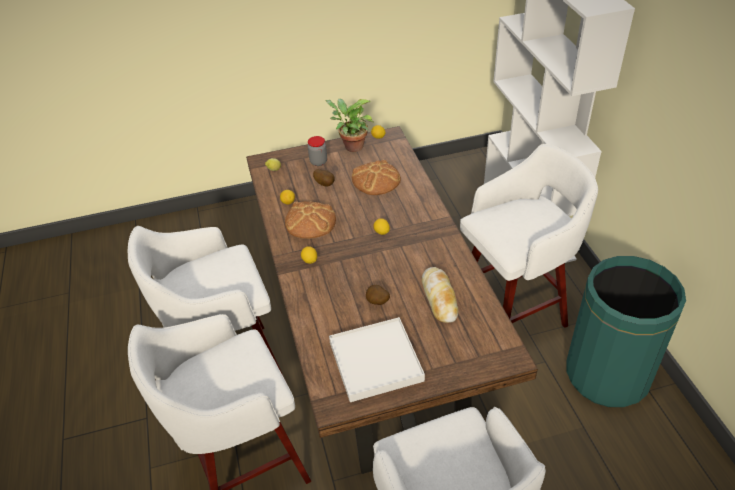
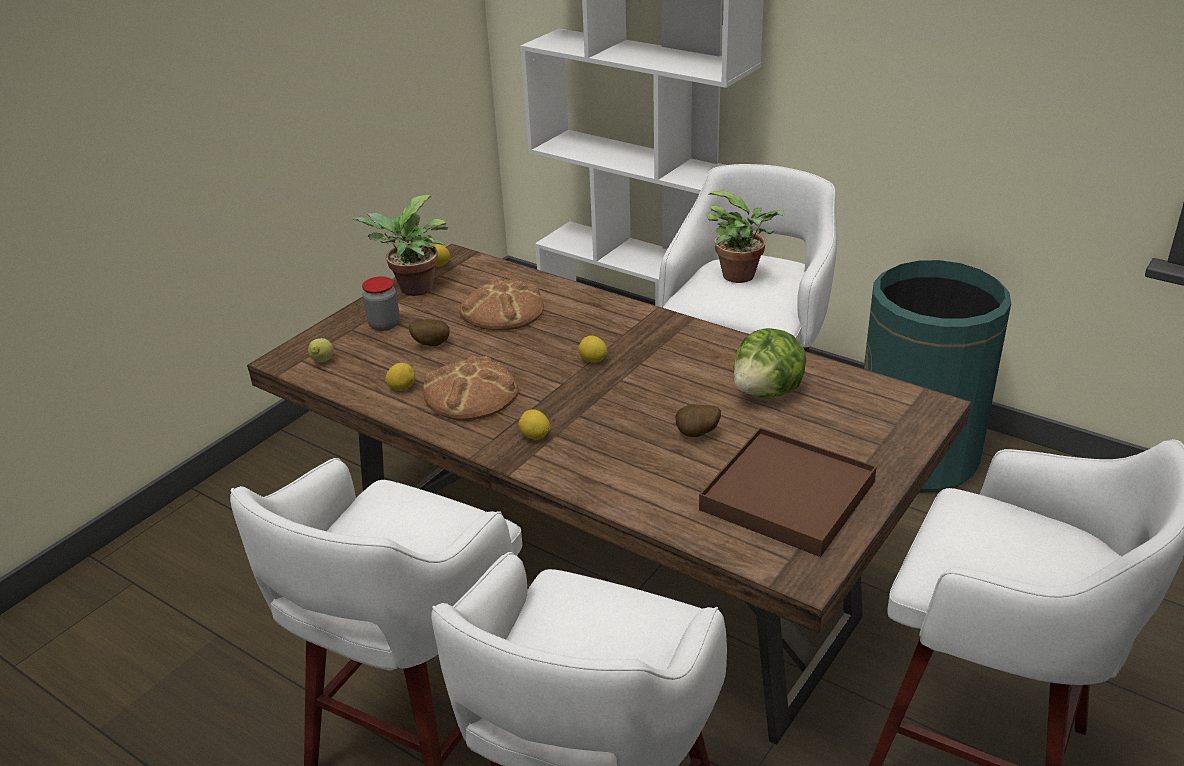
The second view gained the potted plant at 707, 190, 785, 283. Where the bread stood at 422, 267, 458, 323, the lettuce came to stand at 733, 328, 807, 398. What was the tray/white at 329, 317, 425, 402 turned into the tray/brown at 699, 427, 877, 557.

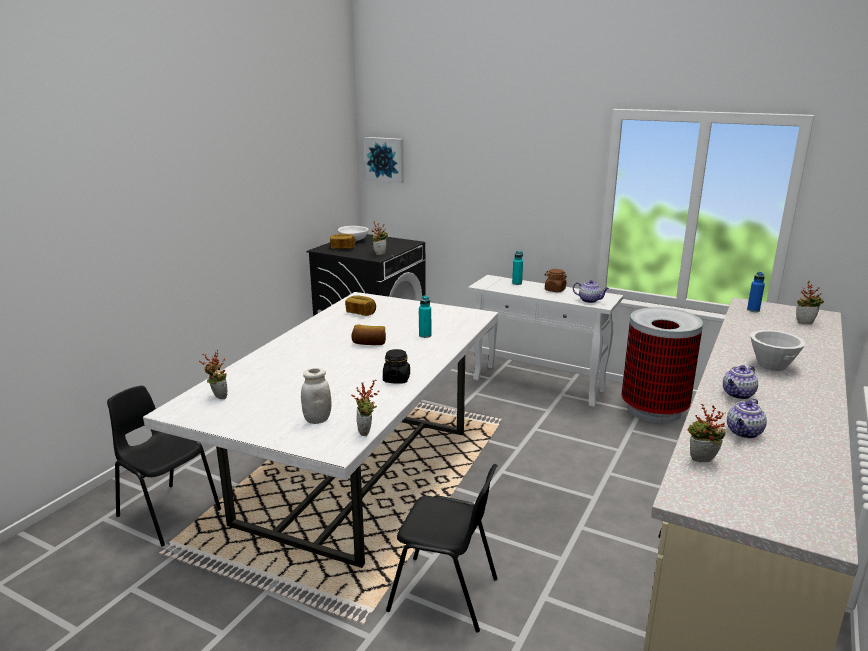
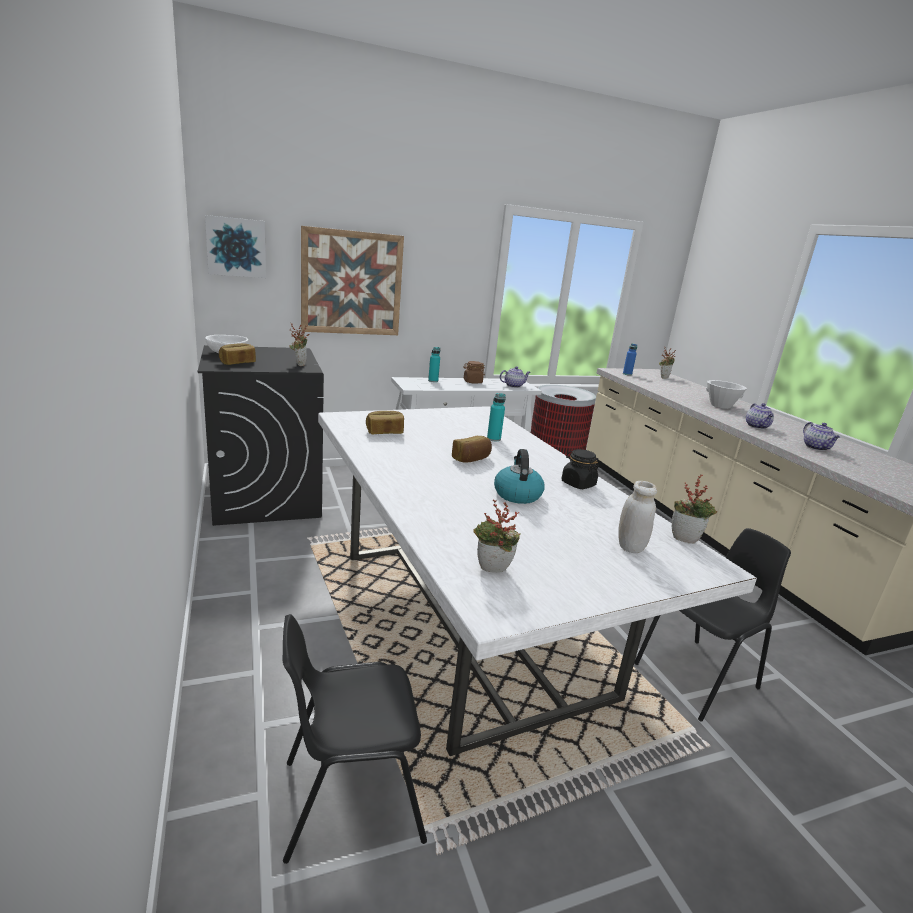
The second view lost the potted plant at 688, 403, 726, 462. The second view gained the picture at 301, 226, 404, 335. The second view gained the kettle at 494, 449, 545, 504.

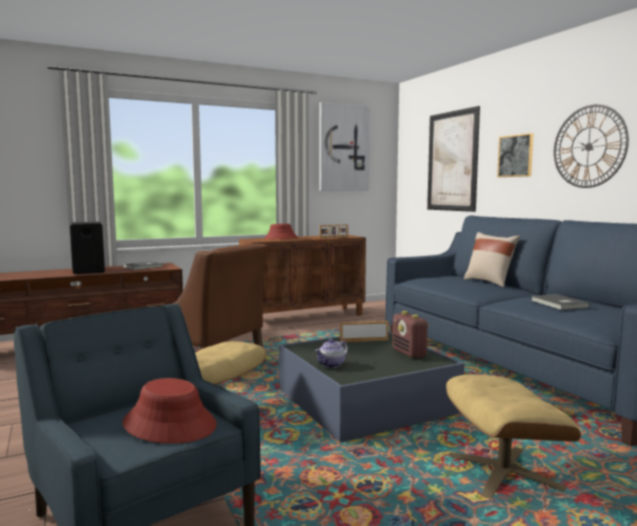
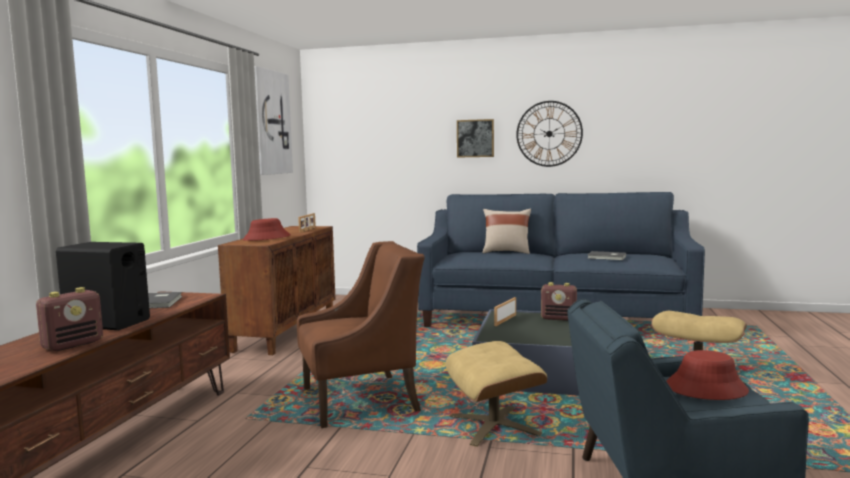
The second view lost the teapot at 315, 339, 348, 368. The second view lost the picture at 427, 106, 480, 212. The second view gained the radio at 36, 287, 103, 351.

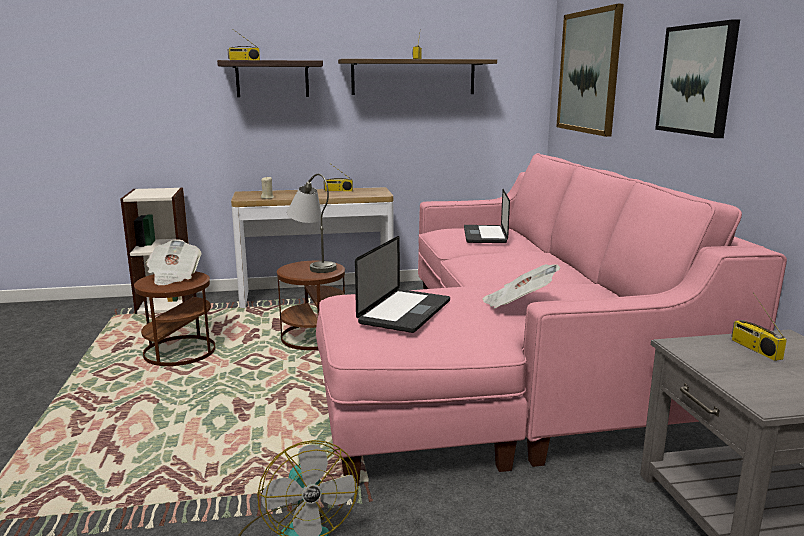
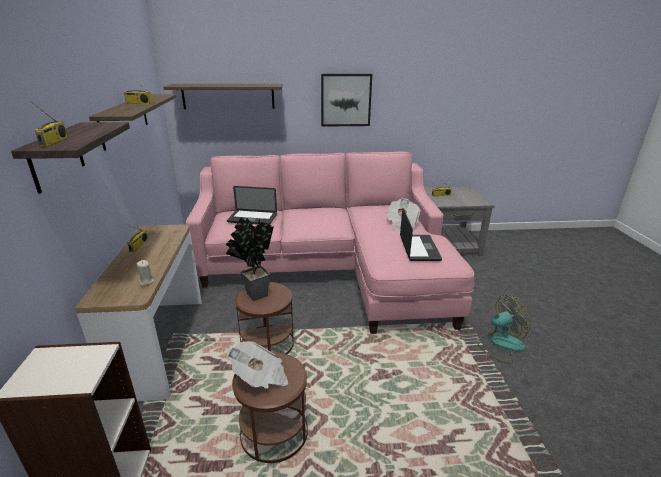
Where the table lamp/grey stood at 287, 174, 336, 273, the potted plant came to stand at 225, 218, 274, 301. Where the picture hung at 556, 4, 624, 137, the shelf came to hang at 163, 84, 282, 109. The laptop at 355, 236, 450, 333 ended up facing another way, 60 degrees clockwise from before.

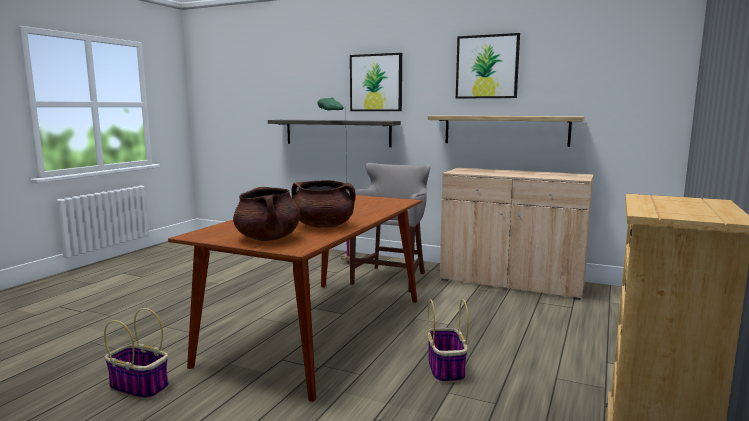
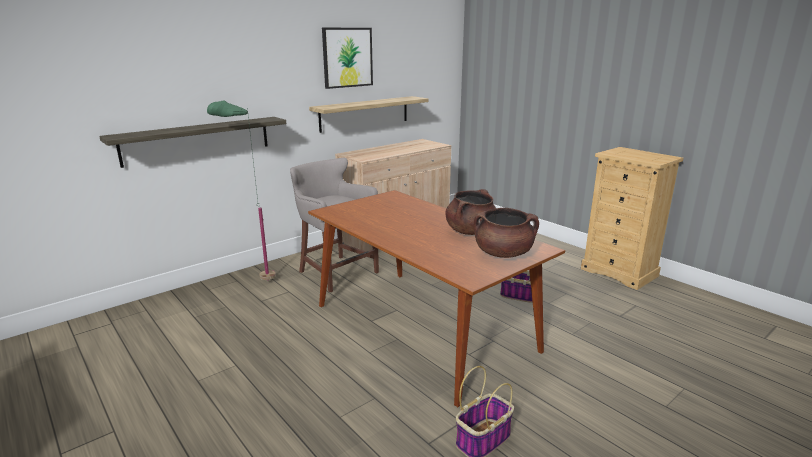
The second view lost the picture at 350, 53, 402, 111.

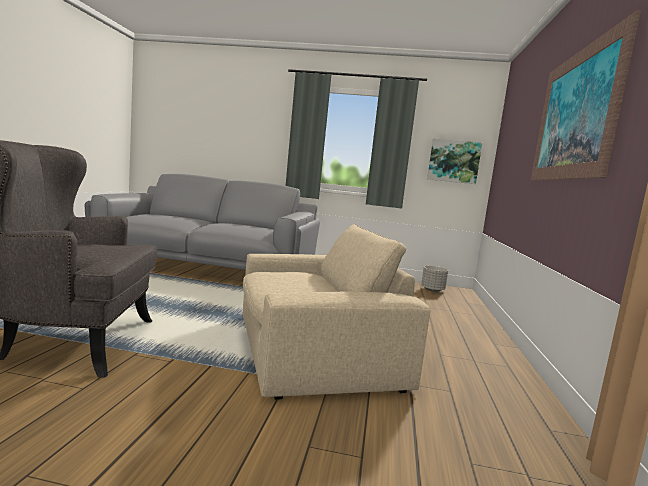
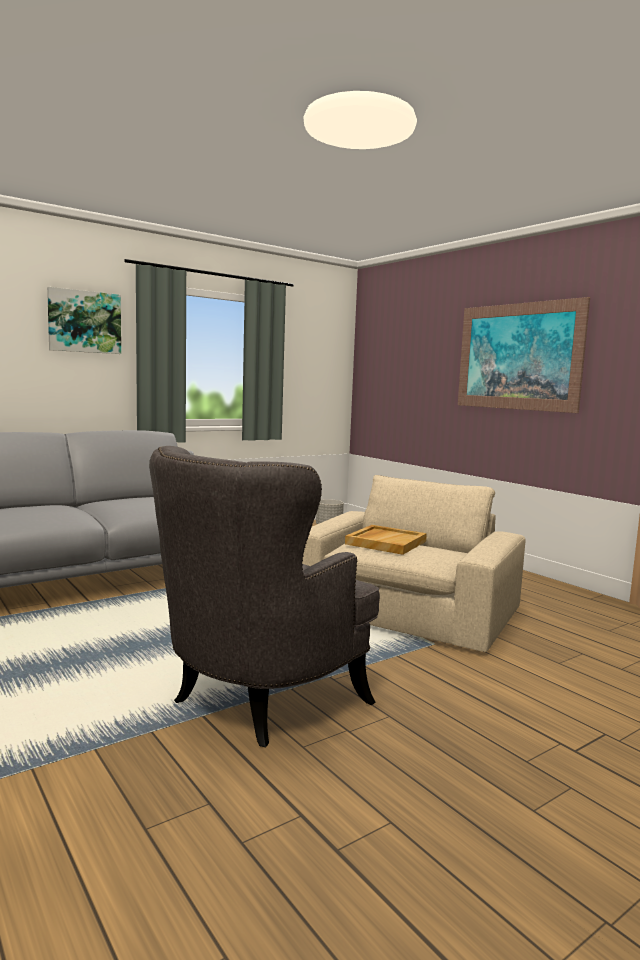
The second view gained the tray/beige at 345, 525, 427, 555. The picture ended up elsewhere, having gone from 427, 138, 482, 184 to 47, 287, 121, 354.

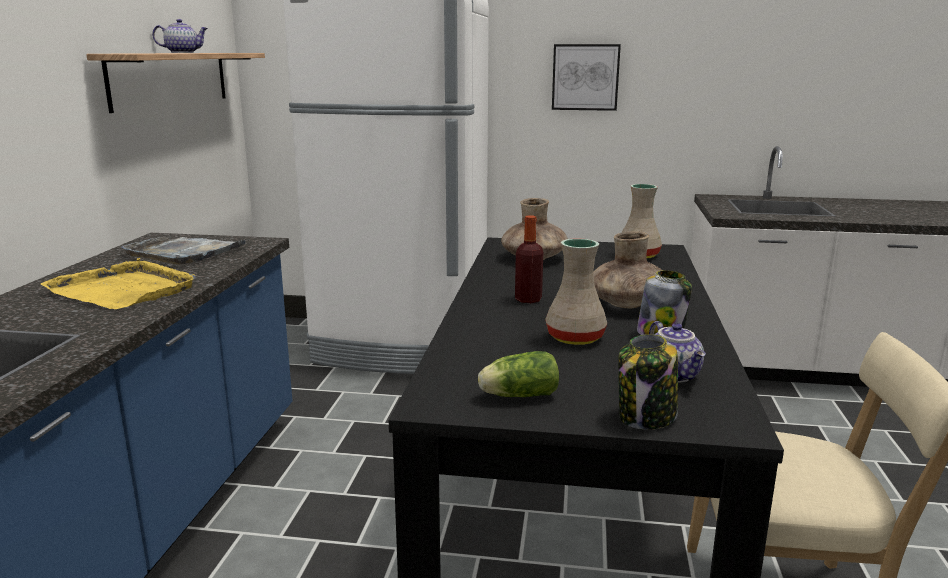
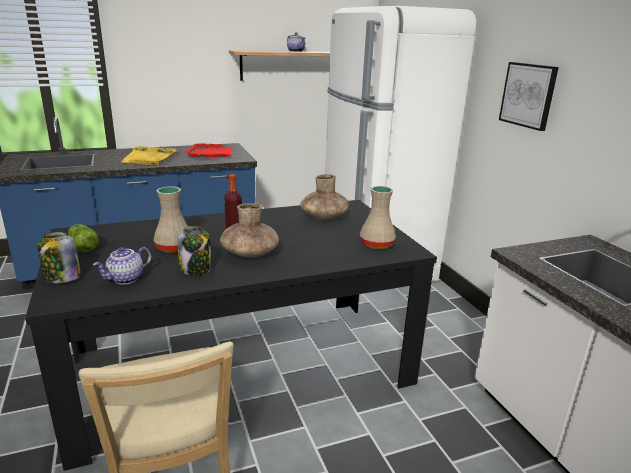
What was the tray/grey at 121, 237, 248, 265 turned into the tray/red at 185, 143, 232, 157.

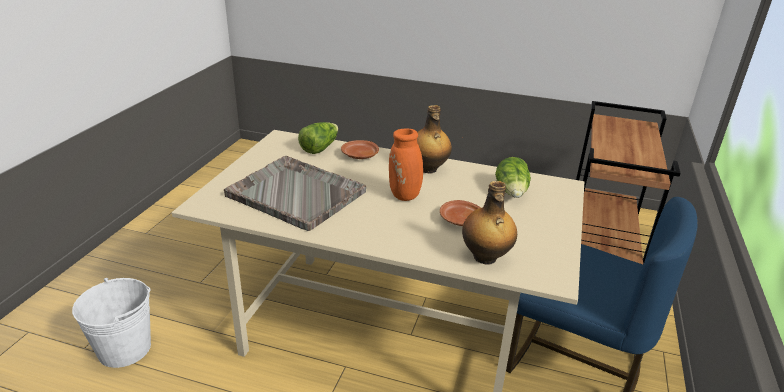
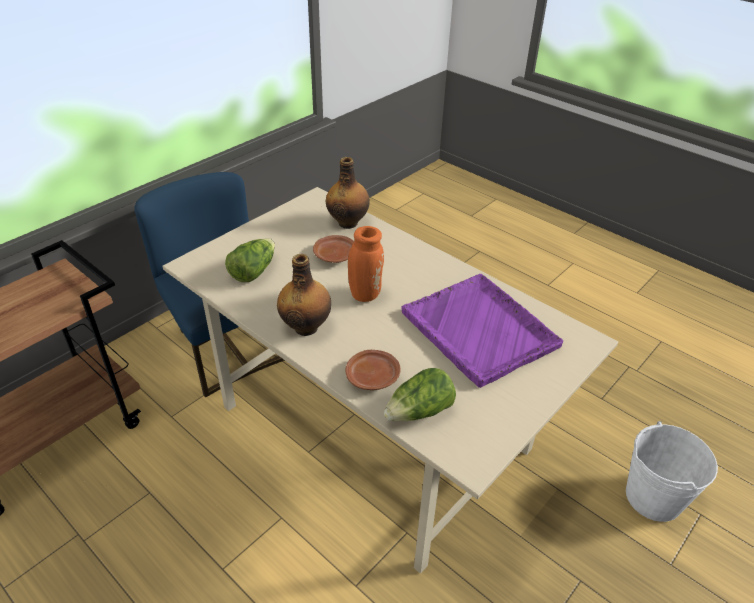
What was the tray/grey at 224, 156, 366, 231 turned into the tray/purple at 402, 274, 563, 388.

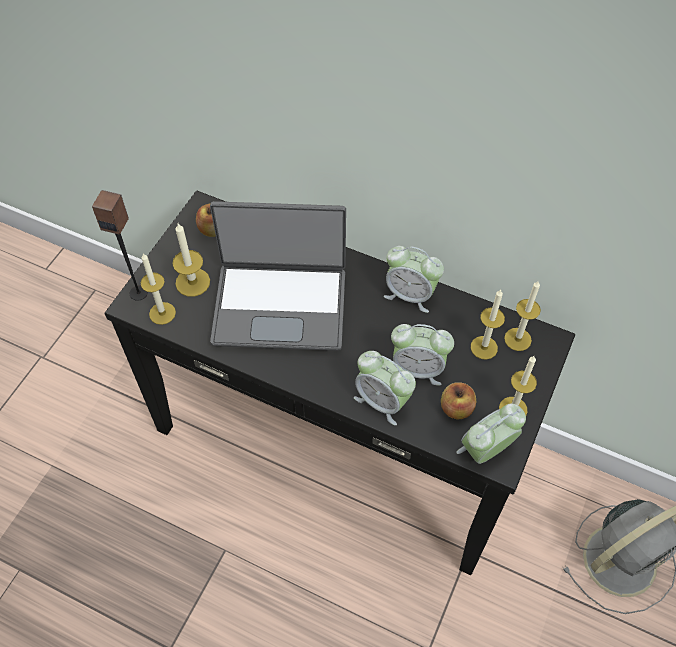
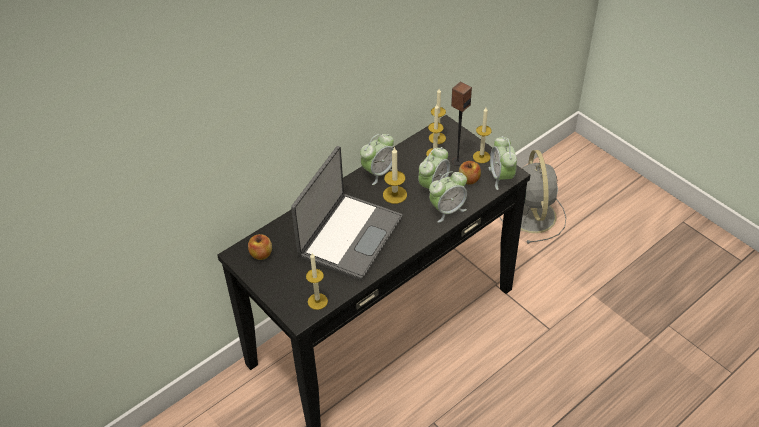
The speaker ended up elsewhere, having gone from 92, 190, 148, 301 to 451, 82, 472, 166. The candle ended up elsewhere, having gone from 173, 224, 210, 297 to 383, 146, 407, 204.

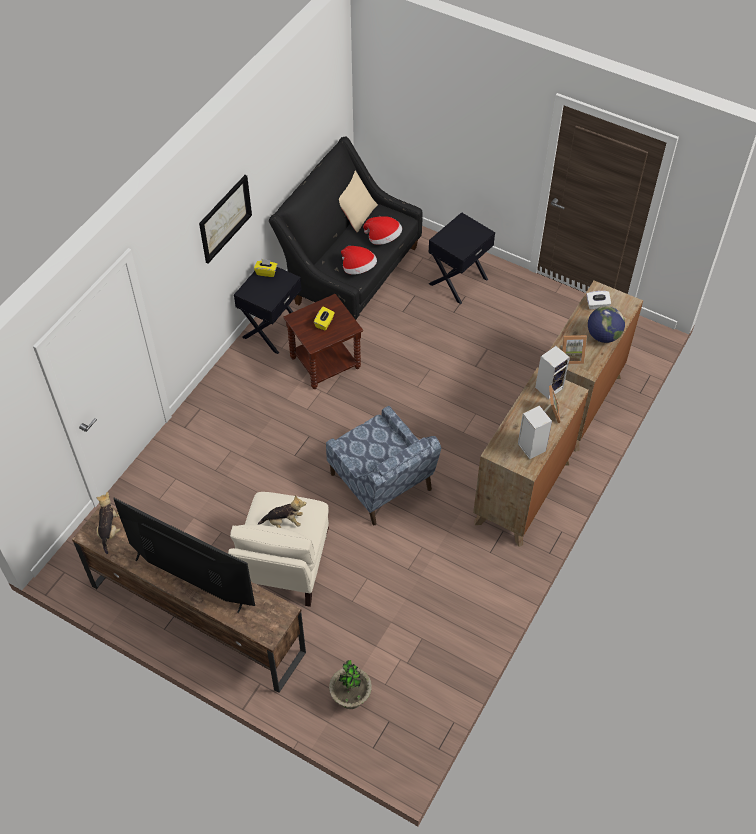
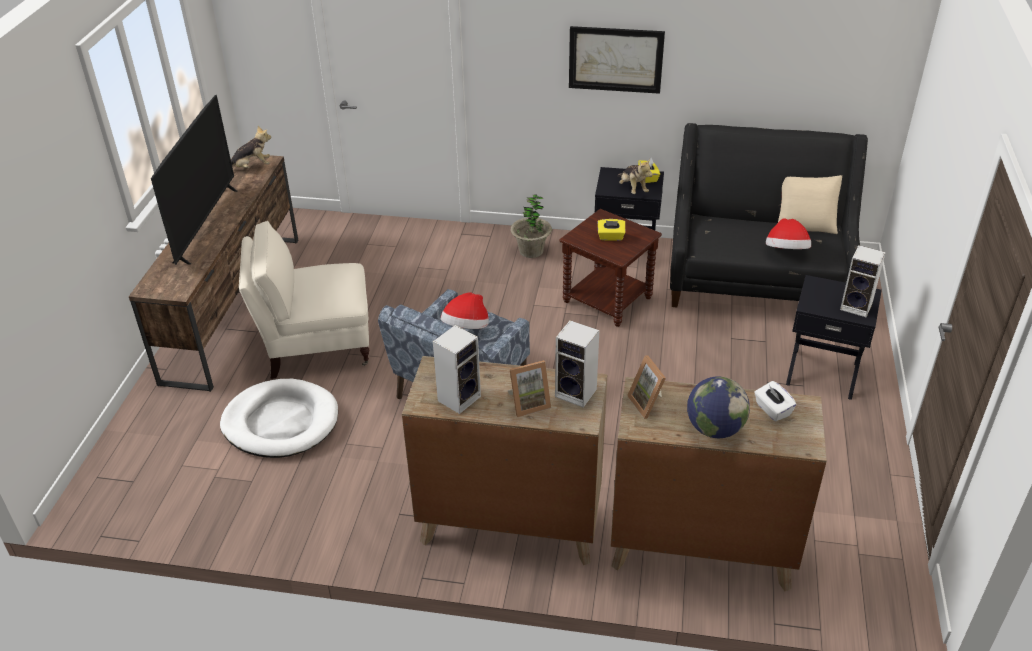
The second view gained the dog bed/white at 220, 379, 338, 458. The second view gained the speaker at 840, 245, 886, 317. The plush toy ended up elsewhere, having gone from 258, 495, 306, 528 to 617, 159, 653, 194. The potted plant ended up elsewhere, having gone from 329, 660, 372, 709 to 510, 194, 552, 258. The hat ended up elsewhere, having gone from 341, 246, 377, 275 to 441, 292, 489, 329.

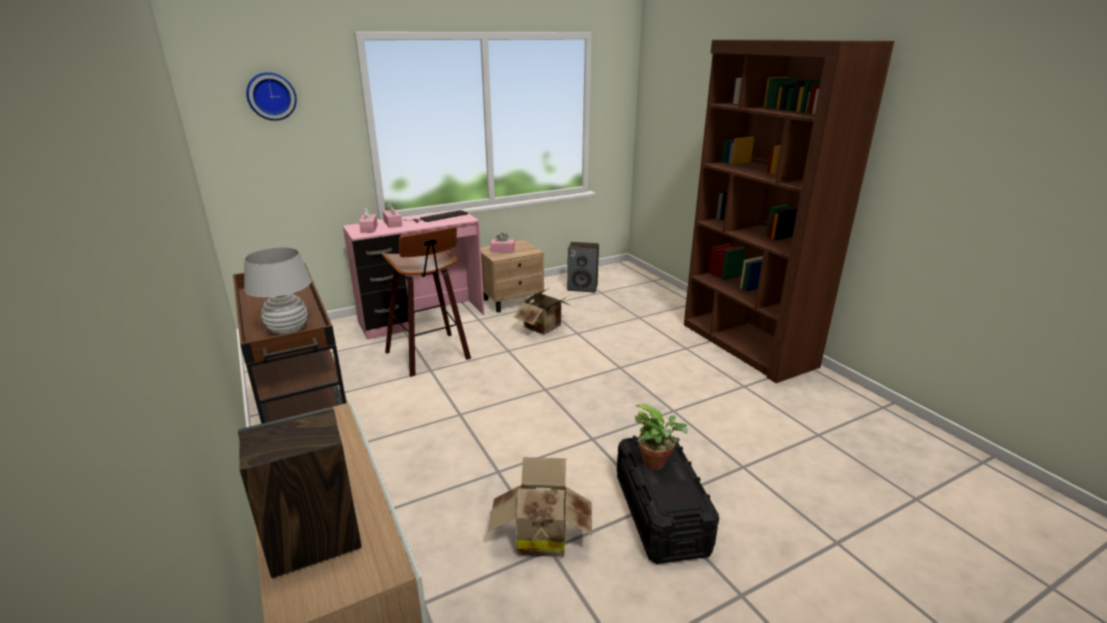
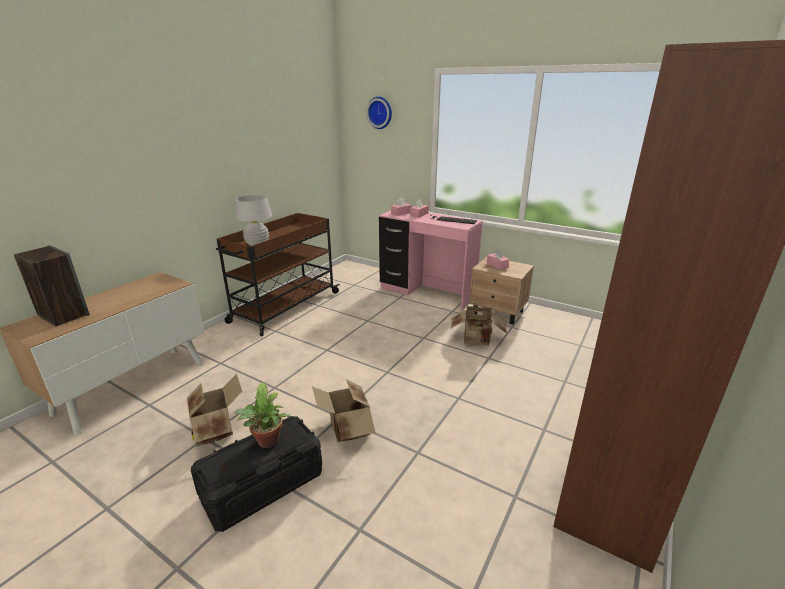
The second view lost the stool at 382, 227, 471, 377. The second view lost the speaker at 567, 242, 599, 292. The second view gained the cardboard box at 312, 380, 375, 442.

